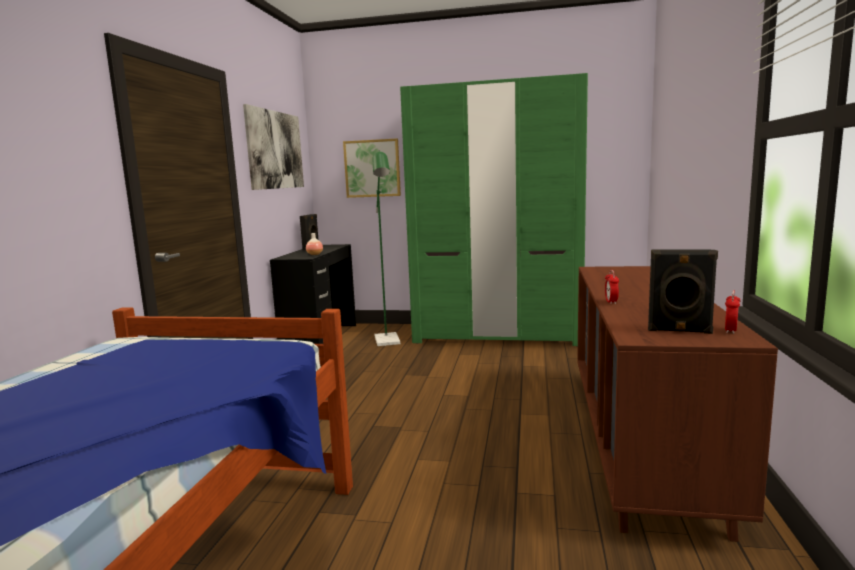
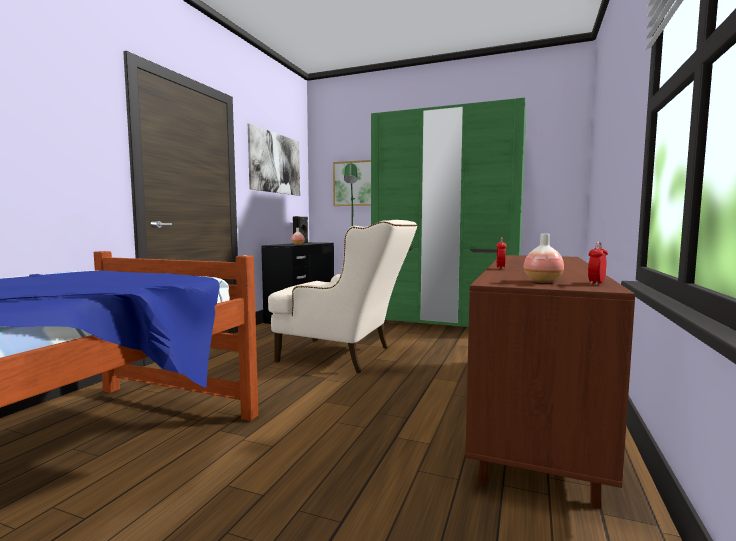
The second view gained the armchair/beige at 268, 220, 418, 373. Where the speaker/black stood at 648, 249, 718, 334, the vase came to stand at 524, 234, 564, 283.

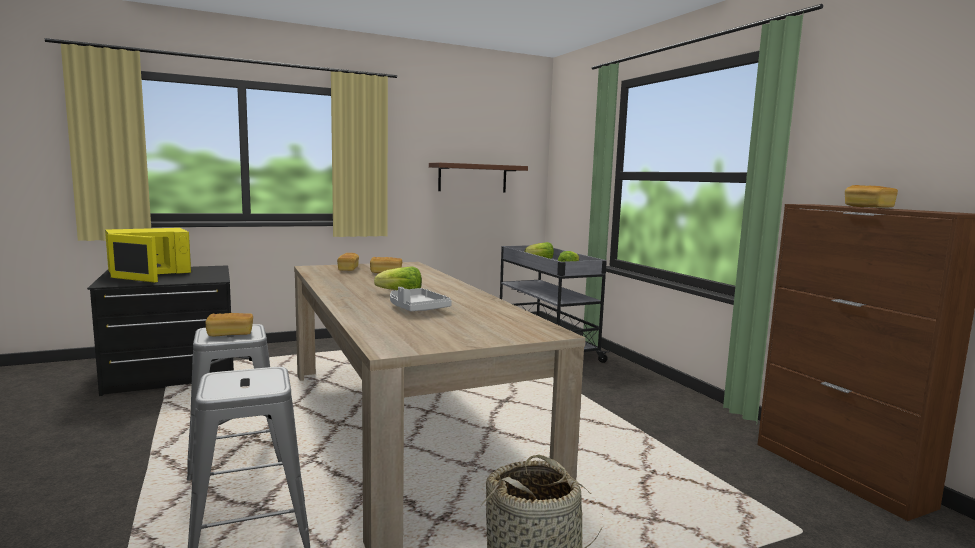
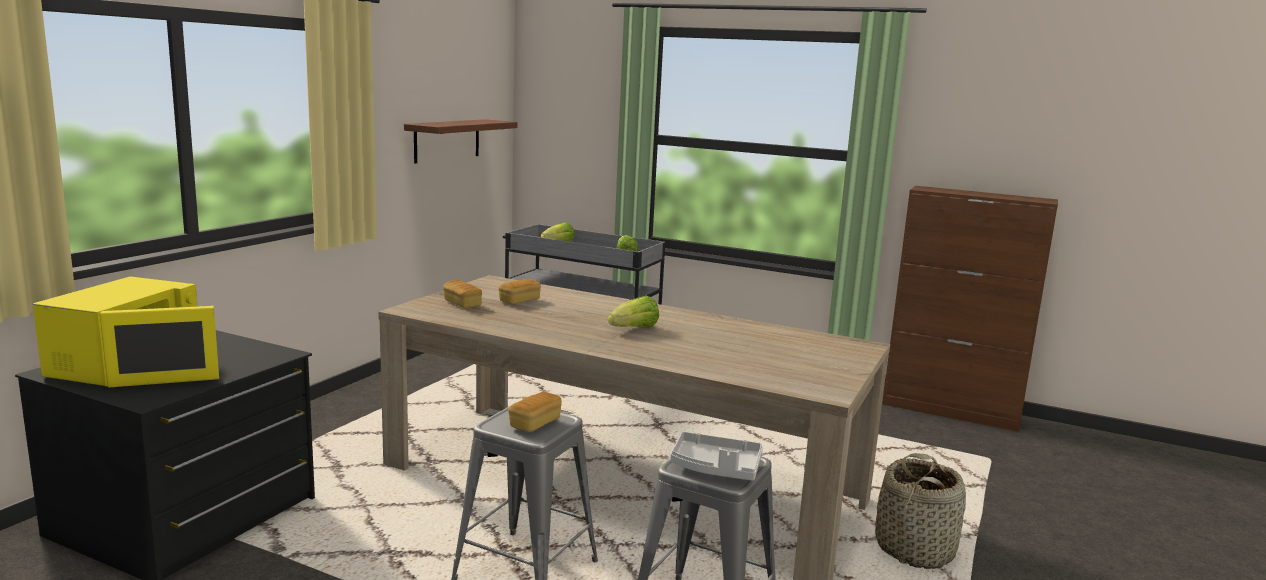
The second view lost the bread at 845, 185, 898, 208. The tray/grey ended up elsewhere, having gone from 390, 287, 452, 311 to 670, 432, 763, 481.

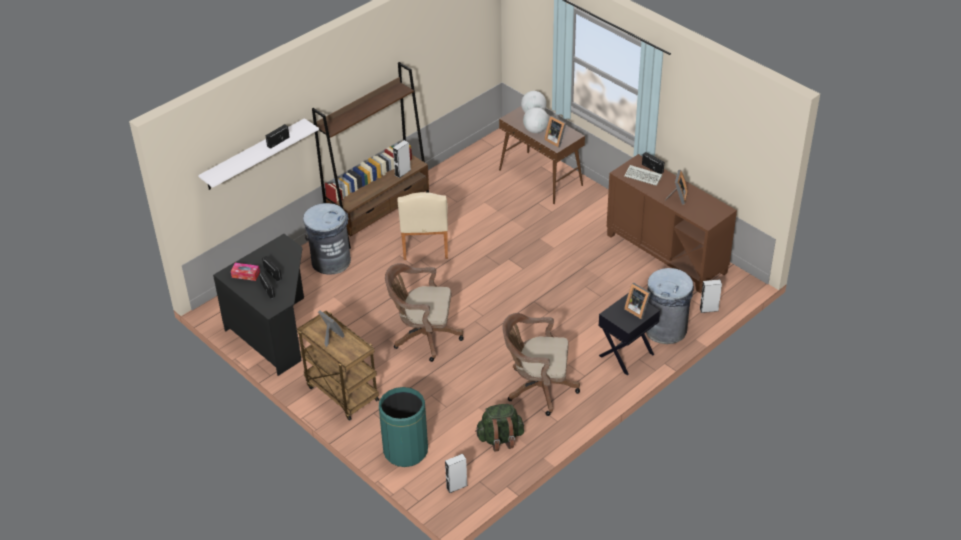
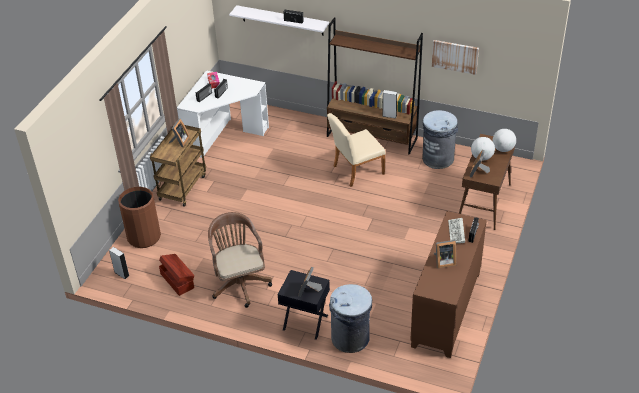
The second view lost the office chair/brown at 385, 263, 463, 362. The second view lost the speaker/grey at 700, 279, 722, 313. The second view gained the picture at 432, 40, 479, 75. The trash can/grey ended up elsewhere, having gone from 303, 203, 351, 275 to 422, 110, 458, 169. Where the backpack/green stood at 475, 404, 524, 452, the storage box/brown came to stand at 159, 254, 194, 296. What was the desk/black at 213, 234, 304, 376 turned into the desk/white at 177, 70, 269, 158. What was the trash can/green at 379, 387, 428, 467 turned into the trash can/brown at 118, 187, 161, 248.

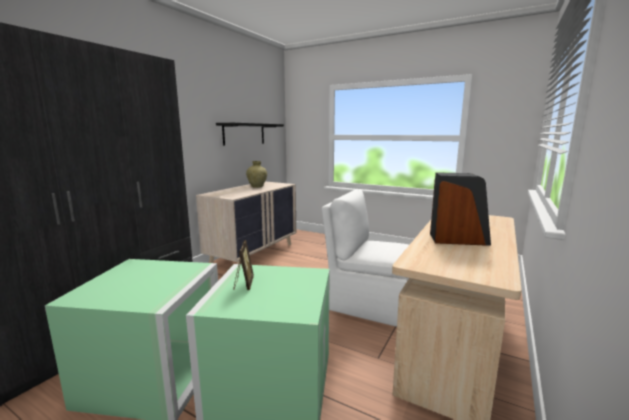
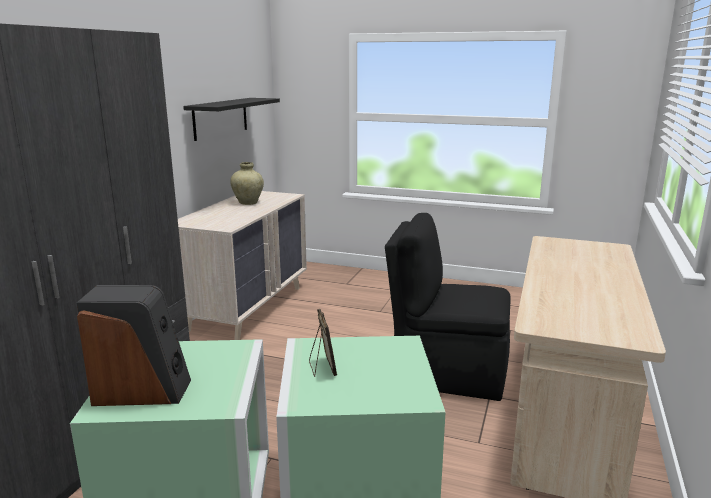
The speaker ended up elsewhere, having gone from 430, 172, 491, 246 to 77, 285, 191, 406. What was the chair/white at 322, 190, 409, 327 turned into the chair/black at 385, 213, 511, 401.

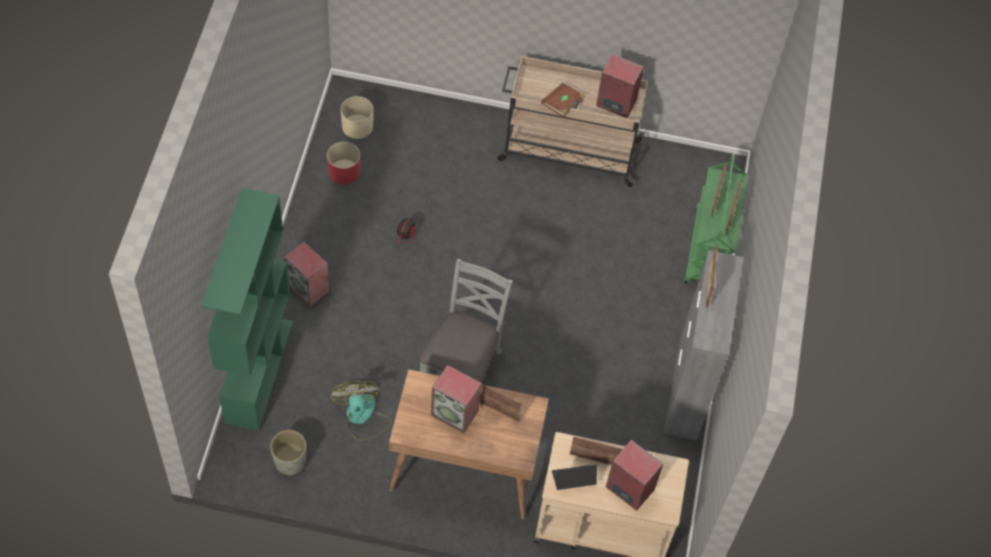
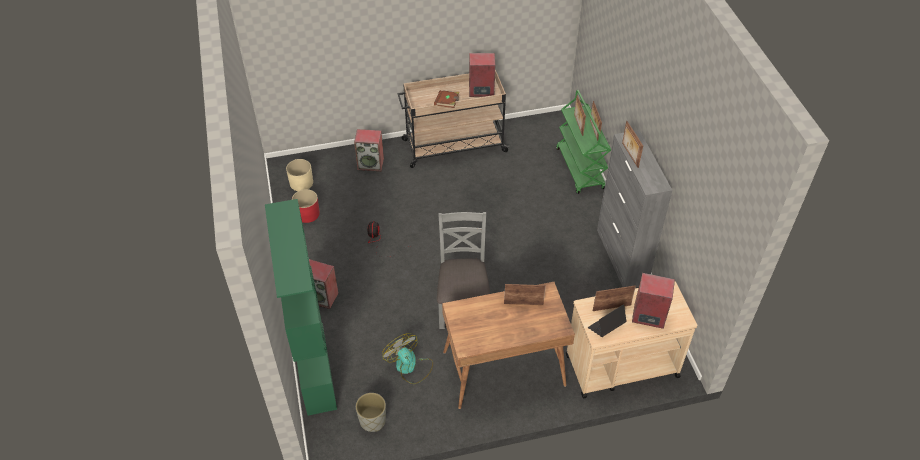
The speaker ended up elsewhere, having gone from 431, 365, 481, 433 to 354, 129, 384, 171.

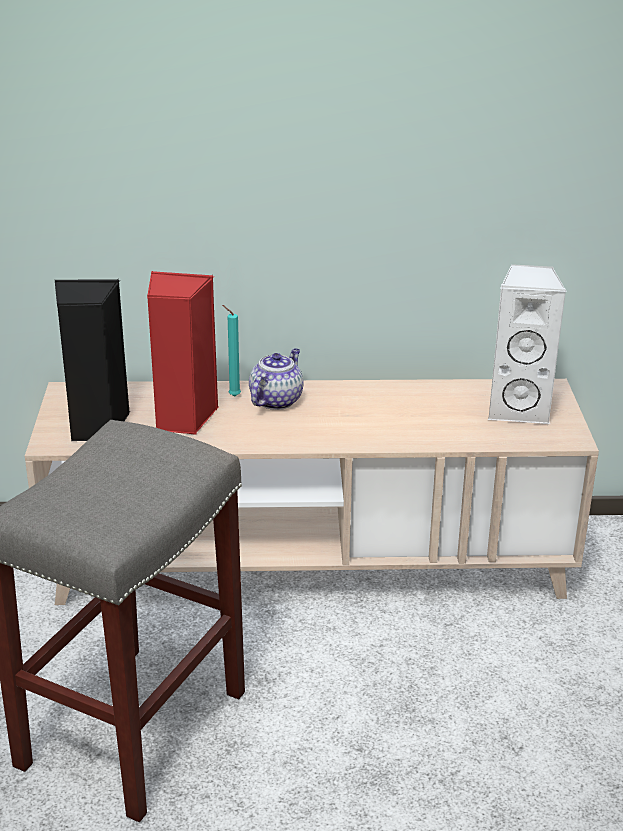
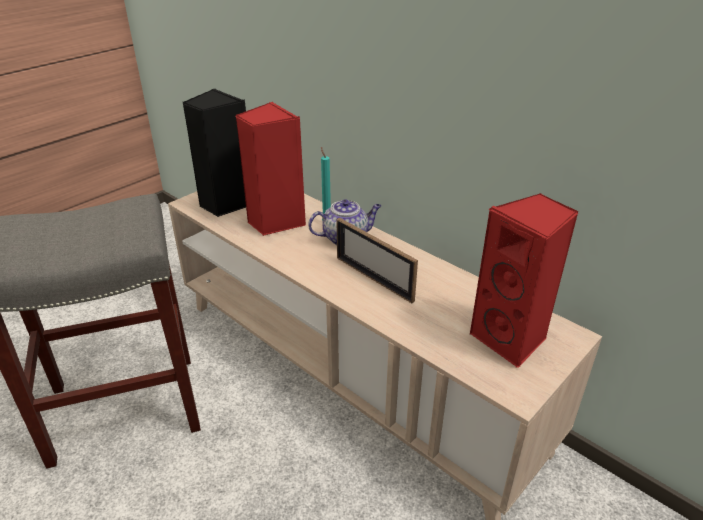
The second view gained the picture frame at 336, 218, 418, 303. What was the speaker/white at 488, 264, 567, 424 turned into the speaker/red at 470, 193, 578, 368.

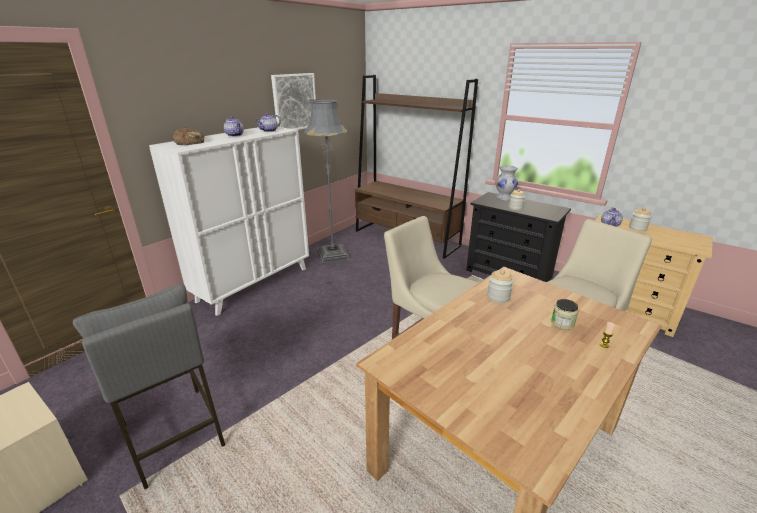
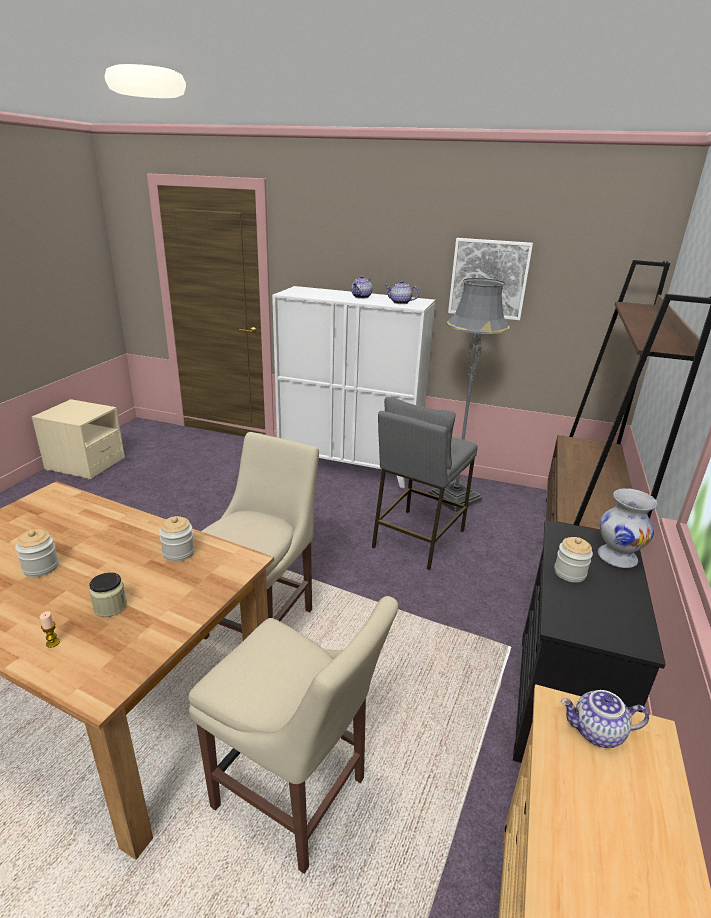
The second view lost the bread at 173, 127, 204, 145. The stool/grey ended up elsewhere, having gone from 73, 284, 225, 489 to 372, 397, 478, 570. The jar ended up elsewhere, having gone from 629, 208, 652, 231 to 15, 529, 59, 577.

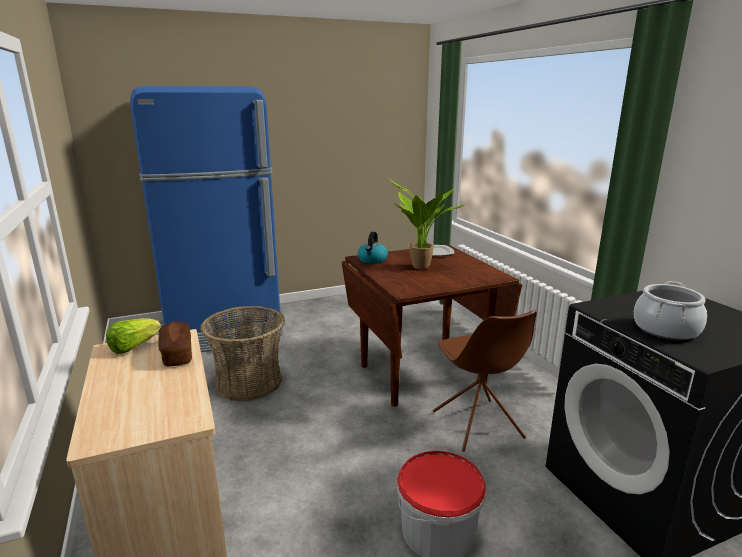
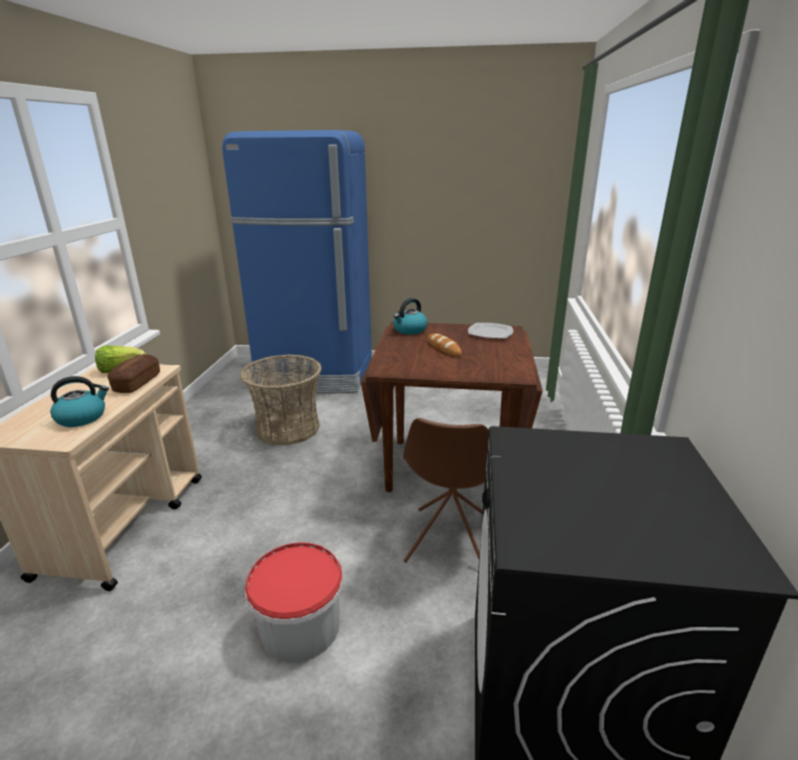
The second view lost the cooking pot at 634, 281, 707, 341. The second view gained the kettle at 50, 376, 109, 427. Where the potted plant stood at 388, 177, 465, 269, the bread came to stand at 428, 334, 462, 356.

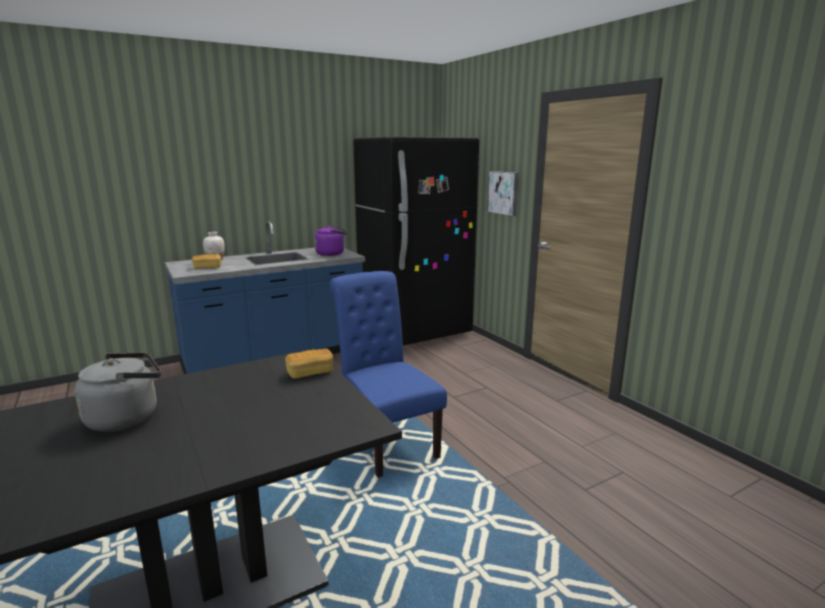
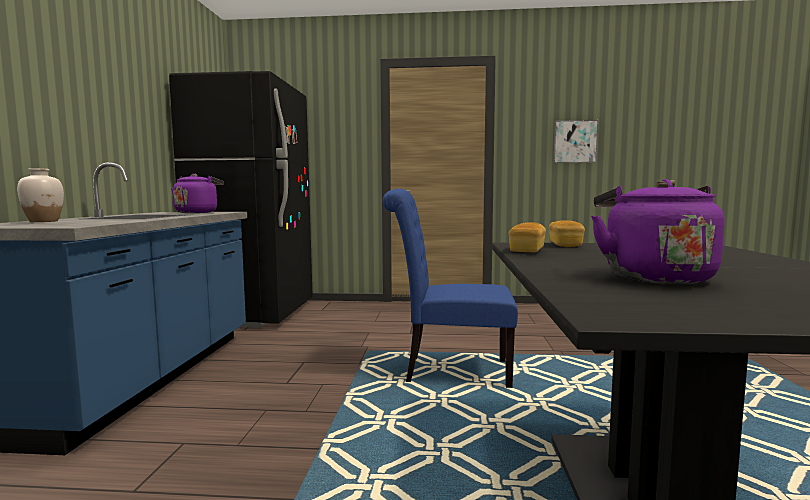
The bread ended up elsewhere, having gone from 192, 254, 221, 269 to 509, 222, 546, 252. The picture ended up elsewhere, having gone from 487, 171, 519, 216 to 553, 120, 599, 163. What was the kettle/grey at 74, 353, 161, 432 turned into the kettle/purple at 591, 179, 725, 284.

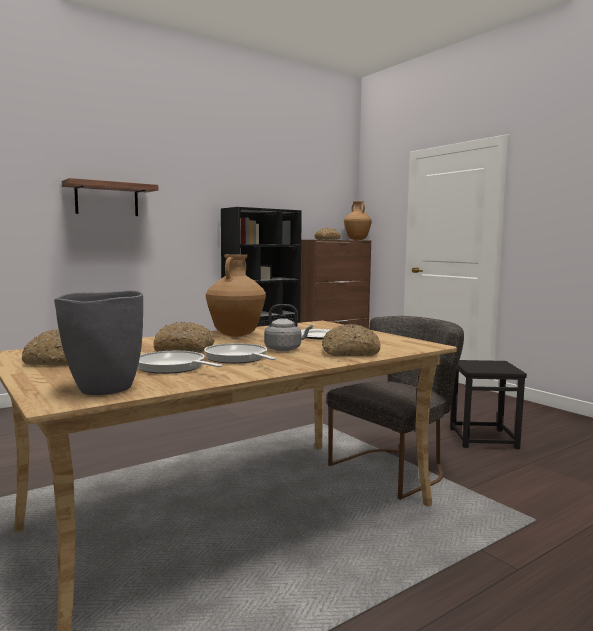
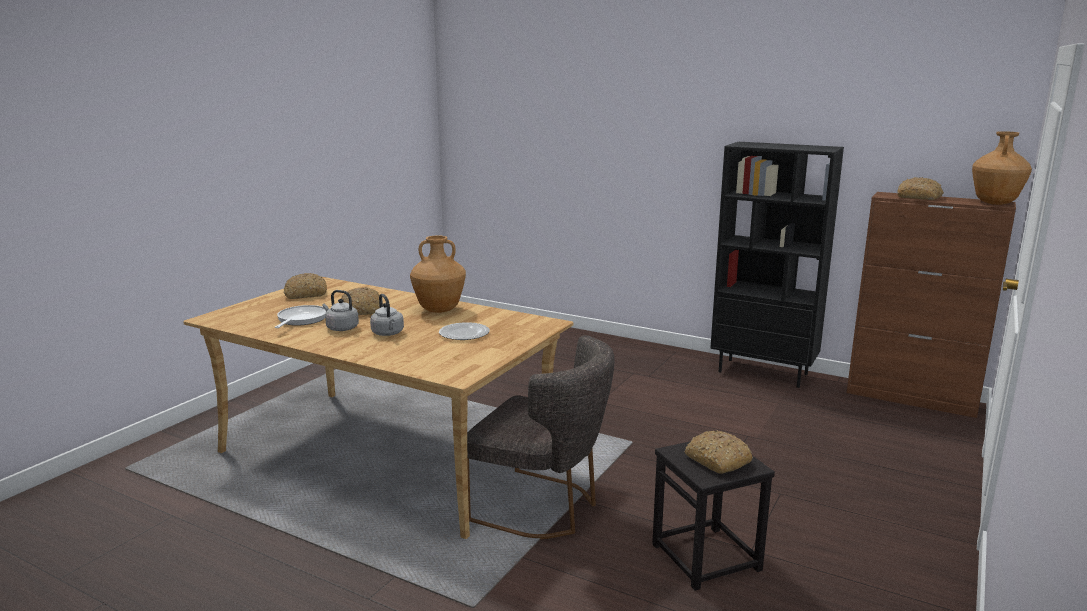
The second view lost the vase/grey at 54, 291, 143, 395. The second view lost the shelf at 62, 178, 158, 216. The bread ended up elsewhere, having gone from 322, 324, 380, 356 to 684, 430, 753, 473. Where the frying pan stood at 204, 343, 276, 364, the kettle/grey came to stand at 322, 290, 359, 331.

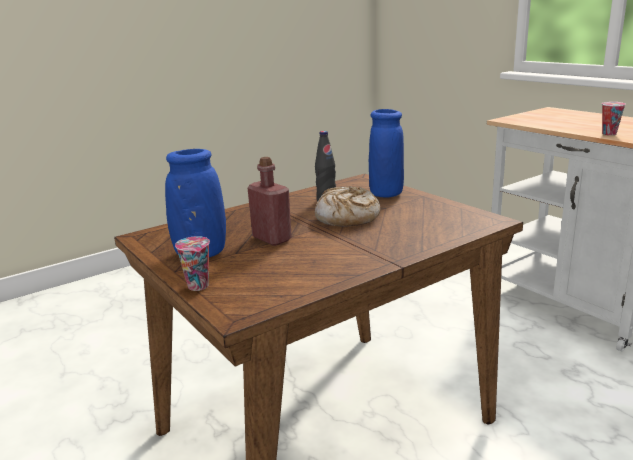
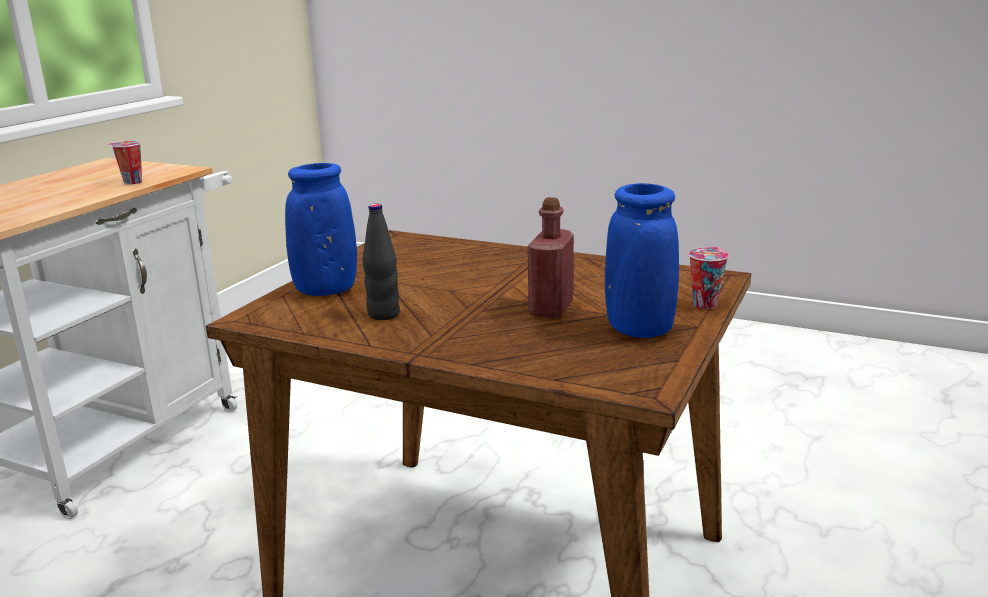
The second view lost the bread at 315, 186, 380, 227.

